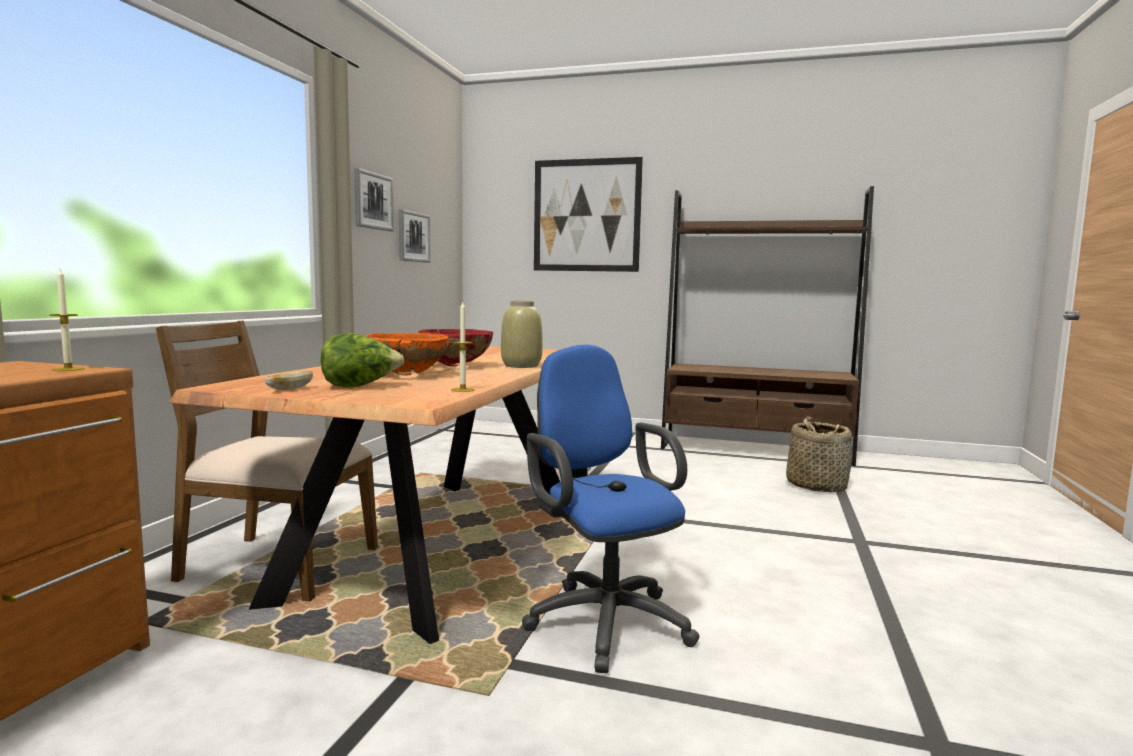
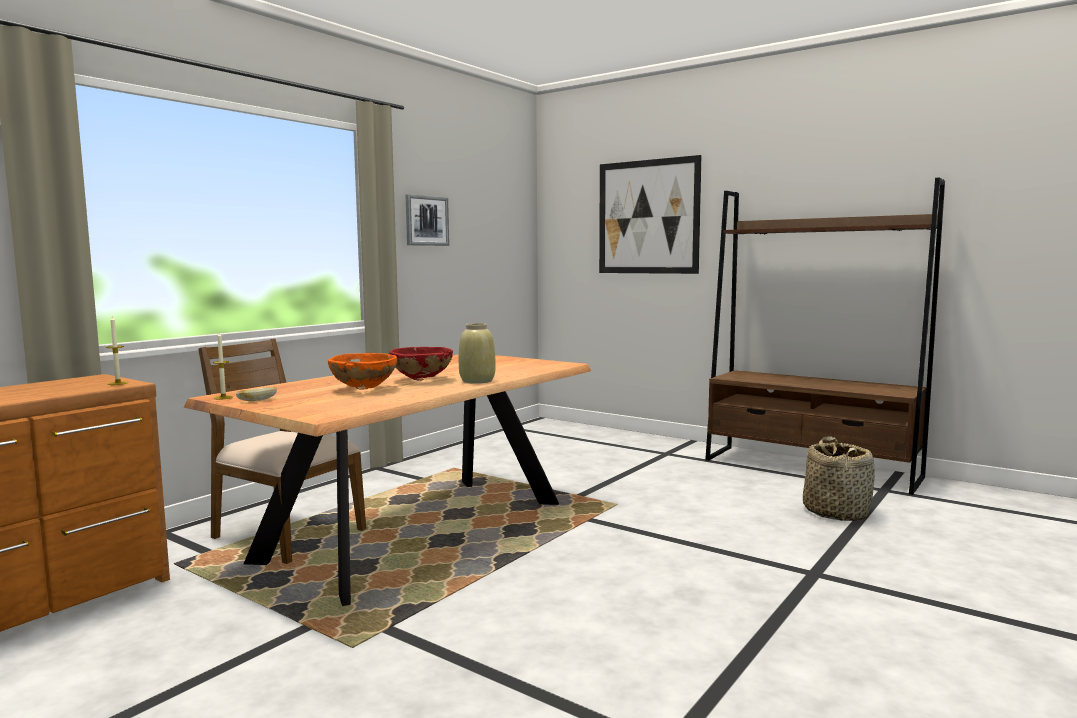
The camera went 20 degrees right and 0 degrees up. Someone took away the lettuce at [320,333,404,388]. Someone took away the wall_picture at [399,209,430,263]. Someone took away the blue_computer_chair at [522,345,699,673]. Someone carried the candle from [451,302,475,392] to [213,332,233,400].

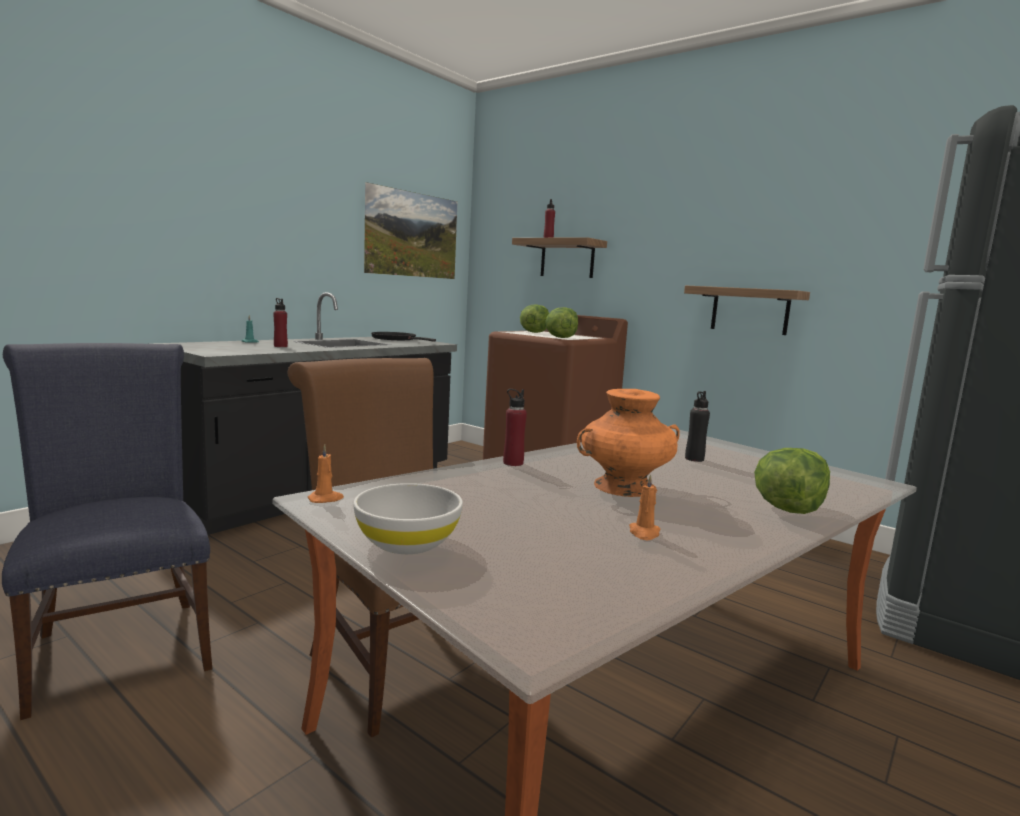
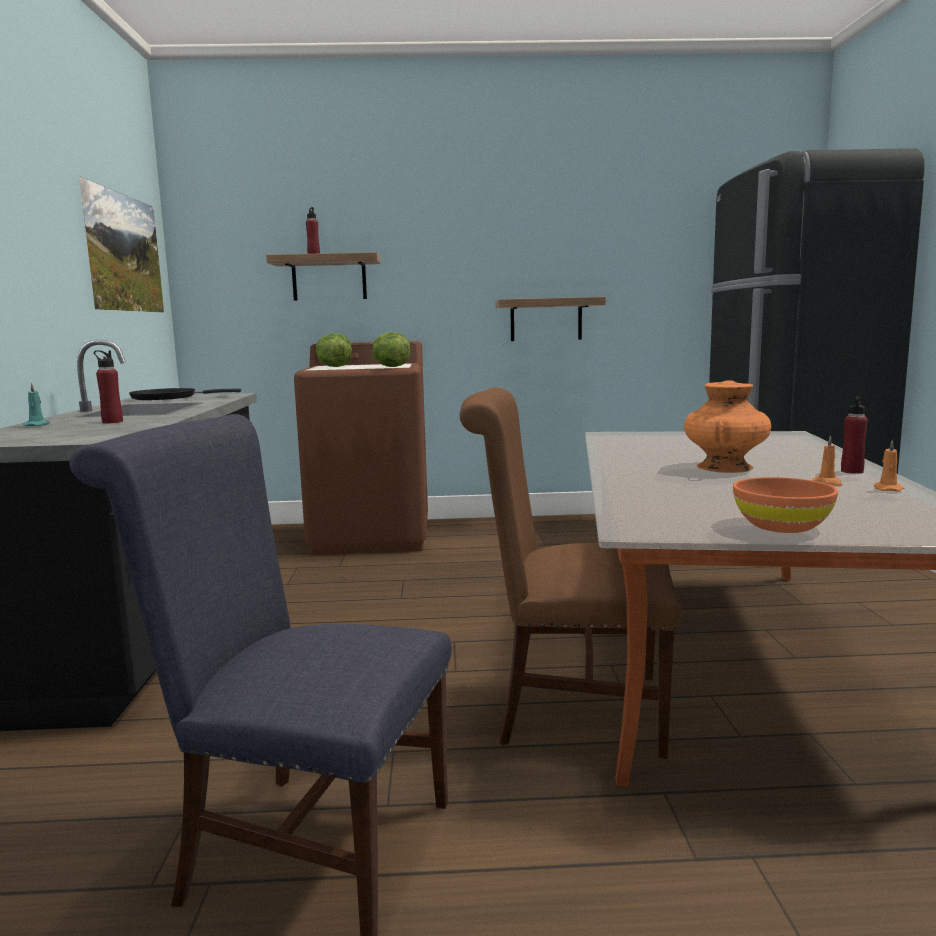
The camera went 40 degrees left and 0 degrees up. Someone took away the blackish_bottle at [685,391,710,462]. Someone took away the lettuce at [754,448,830,514]. Someone carried the orange_candle from [308,444,344,503] to [874,440,904,491]. Someone carried the reddish_bottle from [503,389,527,466] to [841,396,868,474]. Someone repainted the white_bowl at [353,483,463,554], which became the orange_bowl at [733,477,838,533].

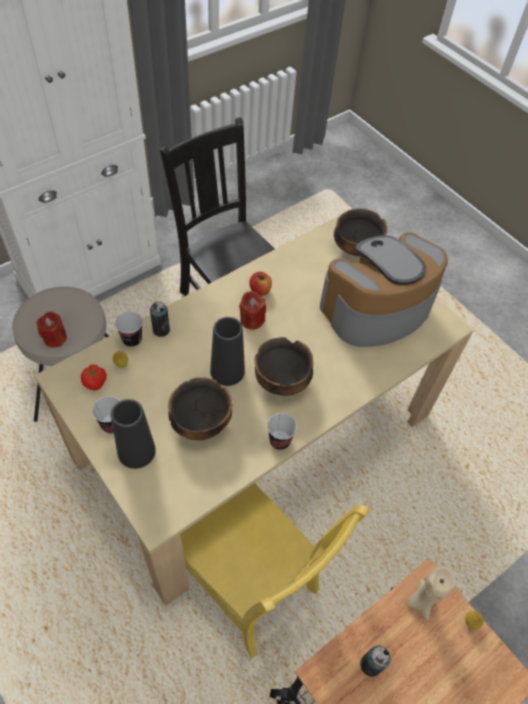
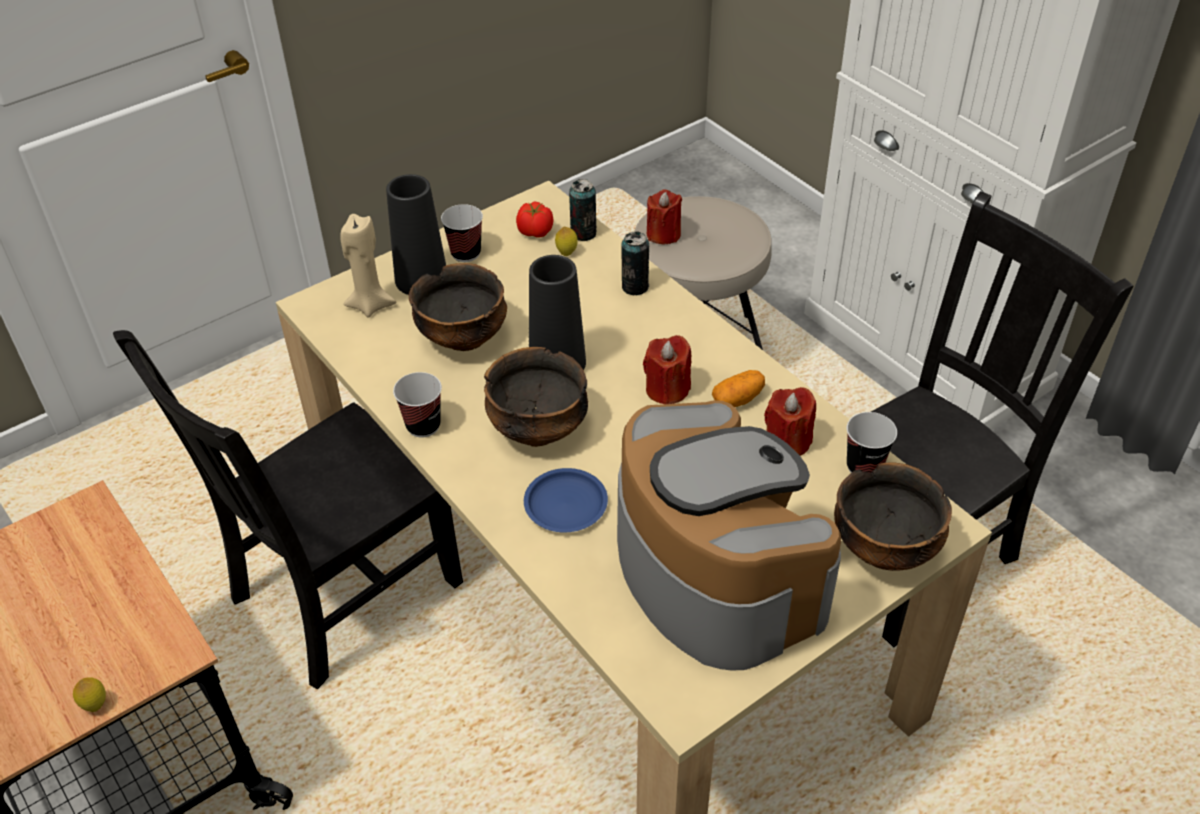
The camera went 95 degrees right and 10 degrees down. Someone put down the blue_flat_dish at [524,468,608,532]. Someone put down the reddish_candle at [764,387,816,456]. Someone carried the small_cup from [115,312,143,347] to [847,412,897,473]. Someone carried the sealed_can from [360,646,391,677] to [569,179,596,241]. Someone carried the sand-coloured_candle from [407,567,455,620] to [340,214,397,318]. Someone swapped the apple_fruit at [249,271,272,296] for the potato at [712,370,765,407]. Someone repainted the yellowish_chair at [181,483,369,659], which became the blackish_chair at [113,330,463,689].

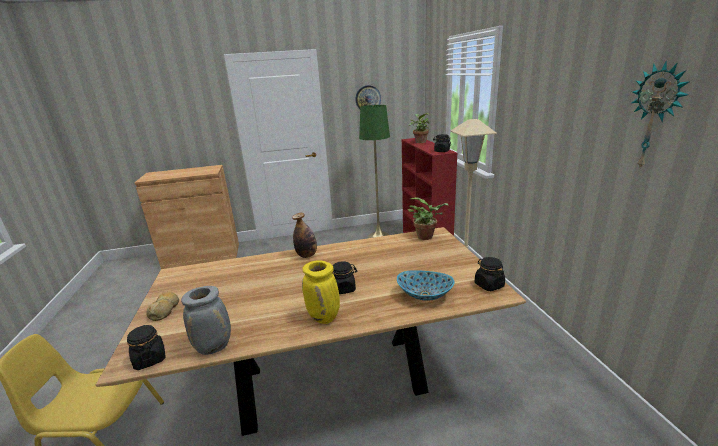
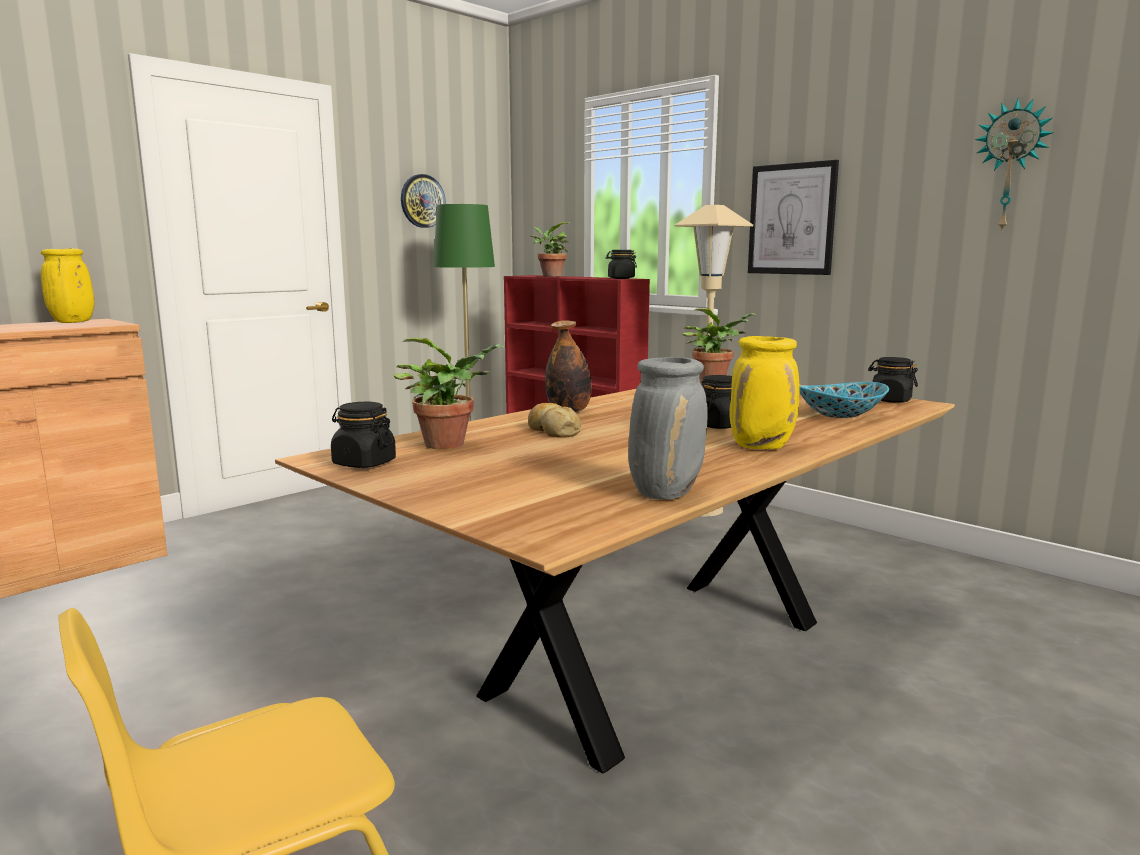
The camera went 35 degrees left and 10 degrees down. Someone put down the yellowish_decorative_vase at [41,248,94,323]. Someone put down the plant_in_a_pot at [393,338,504,450]. Someone put up the wall_picture at [748,160,839,275]. Someone carried the blackish_jar from [127,325,166,370] to [331,402,396,468]. Someone carried the bakery_bread from [146,292,179,321] to [528,403,581,438].

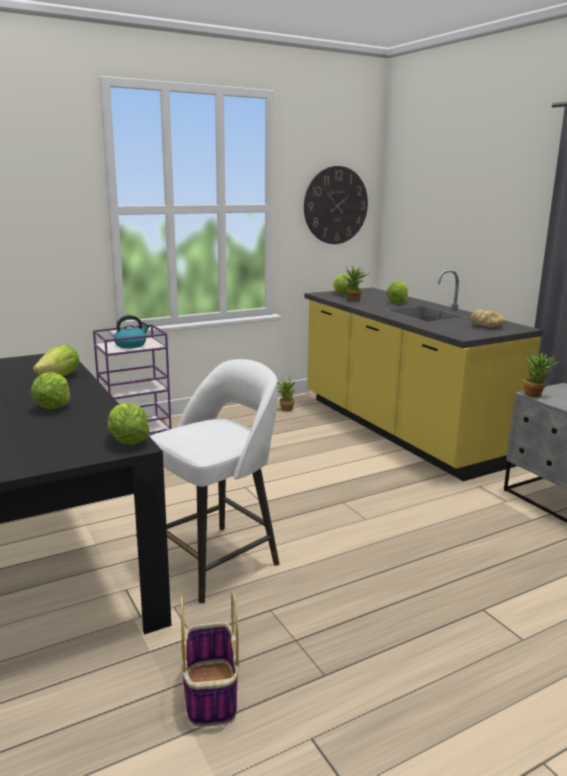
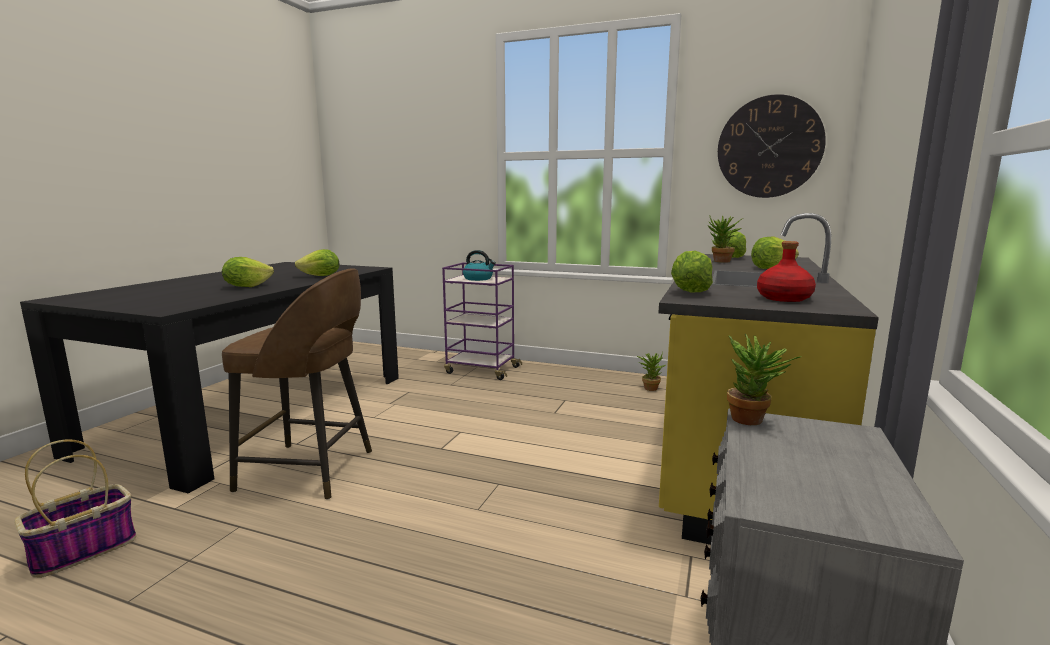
The camera went 50 degrees right and 5 degrees down. Someone carried the lettuce from [108,403,150,445] to [671,251,713,293]. Someone swapped the bakery_bread at [471,310,504,327] for the reddish_bottle at [757,241,816,302]. Someone repainted the white_sitting_stool at [150,359,279,604], which became the brownish_sitting_stool at [222,268,372,500].

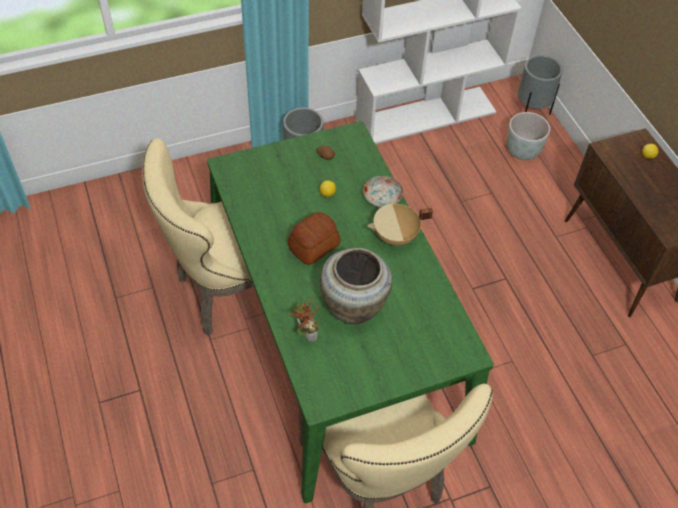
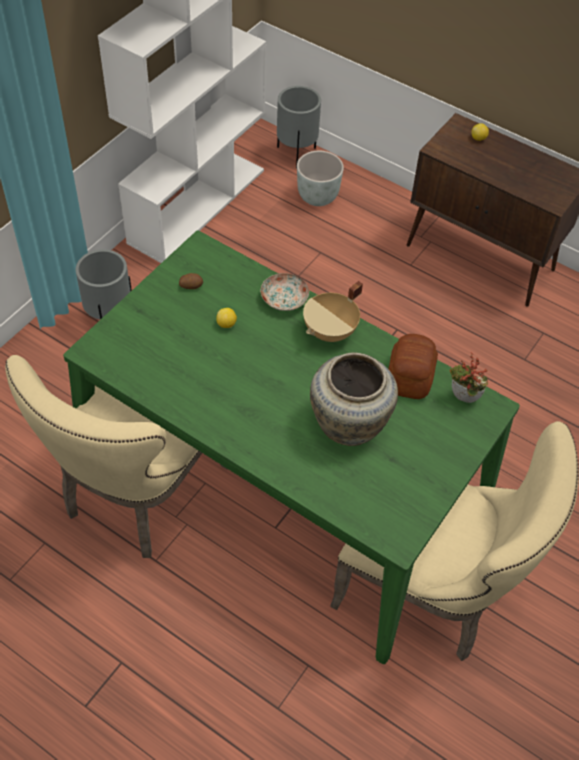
The camera went 35 degrees left and 0 degrees up. Someone carried the bakery_bread from [288,212,341,265] to [388,334,438,399]. Someone carried the plant_in_a_pot from [290,299,319,342] to [449,352,489,403].

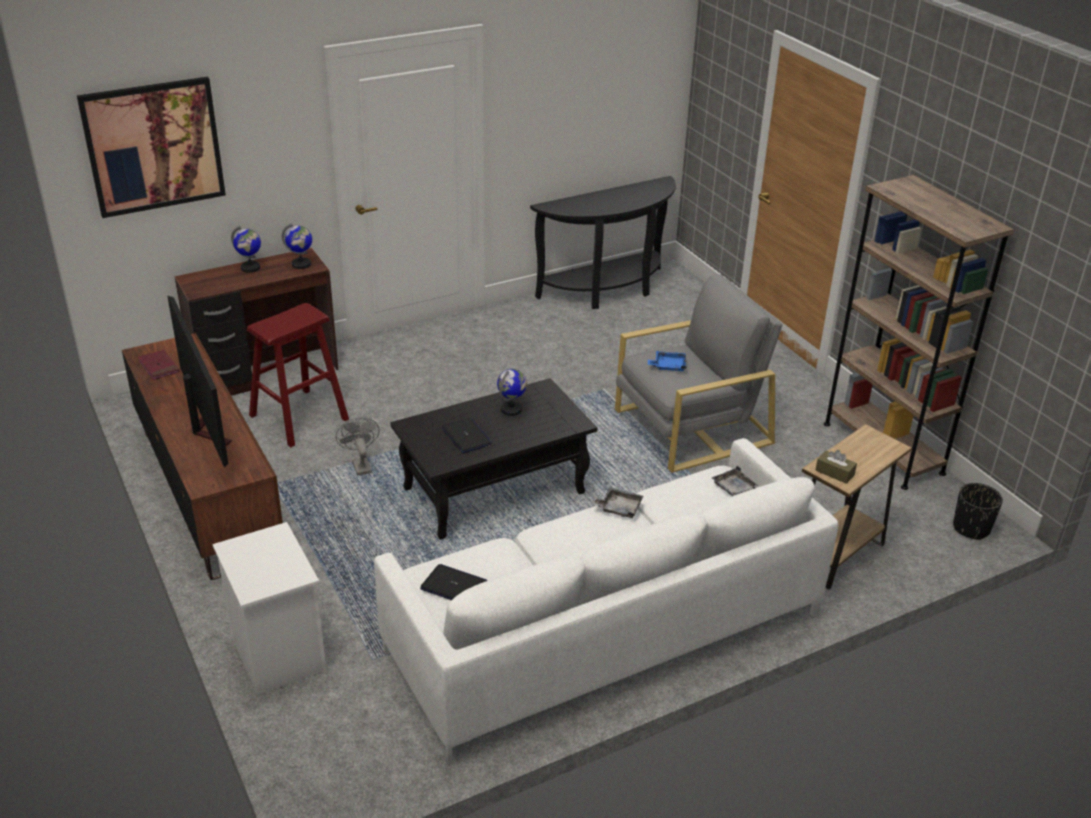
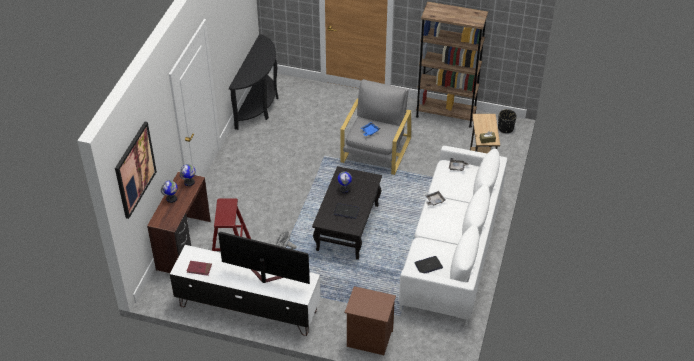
The camera went 45 degrees left and 10 degrees up. Someone repainted the brownish_tv_stand at [122,333,283,580], which became the white_tv_stand at [170,245,321,336]. Someone repainted the white_night_table at [213,522,327,695], which became the brownish_night_table at [345,286,396,355].

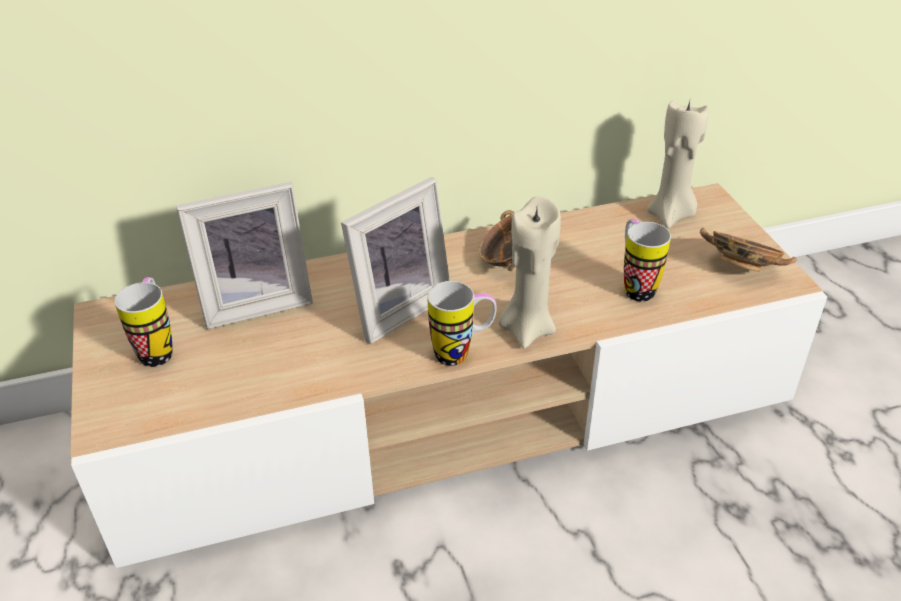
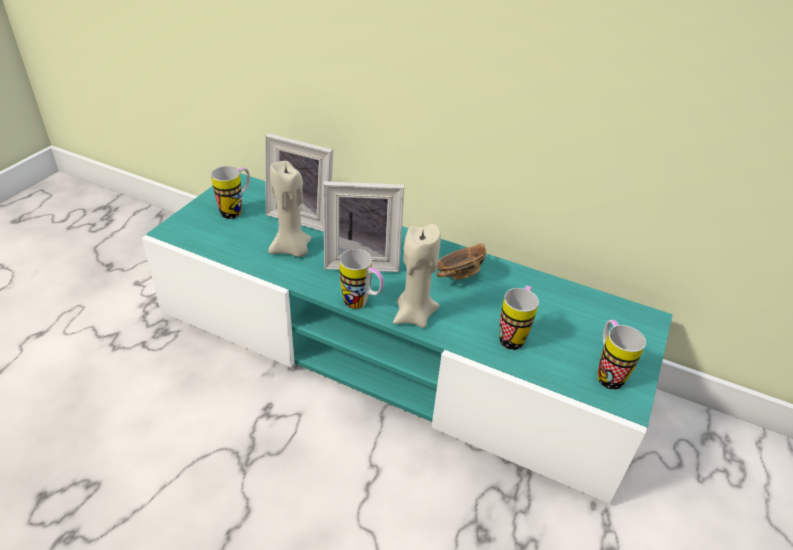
The camera went 40 degrees right and 0 degrees up. Someone carried the sand-coloured_candle from [647,101,709,229] to [269,161,311,257]. Someone swapped the bowl at [700,228,797,272] for the coffee_mug at [598,320,646,390]. Someone repainted the sand-coloured_tv_stand at [70,183,827,568], which became the turquoise_tv_stand at [142,173,673,504].

